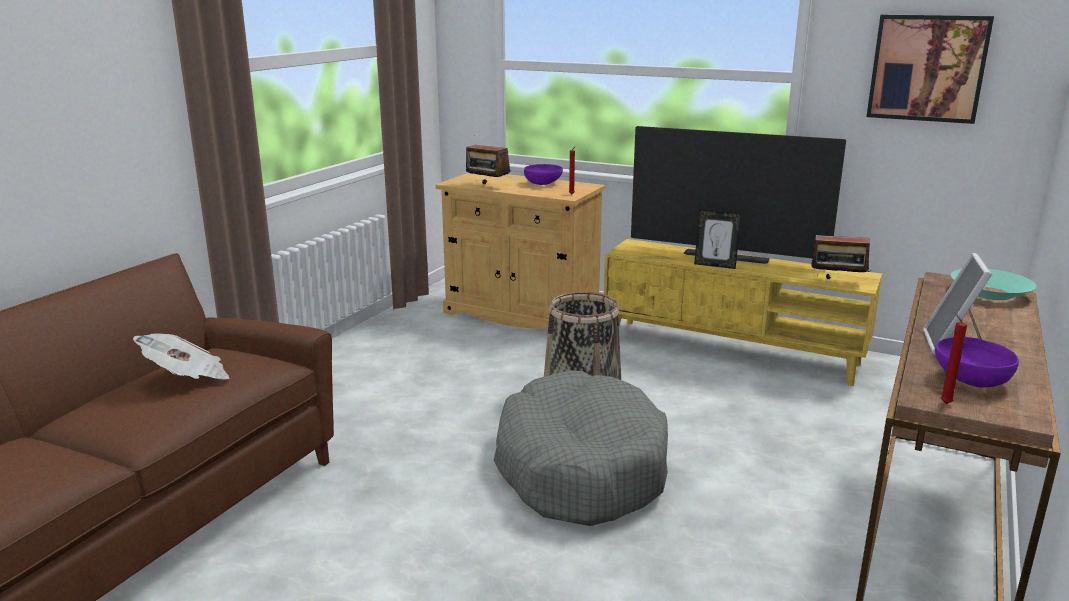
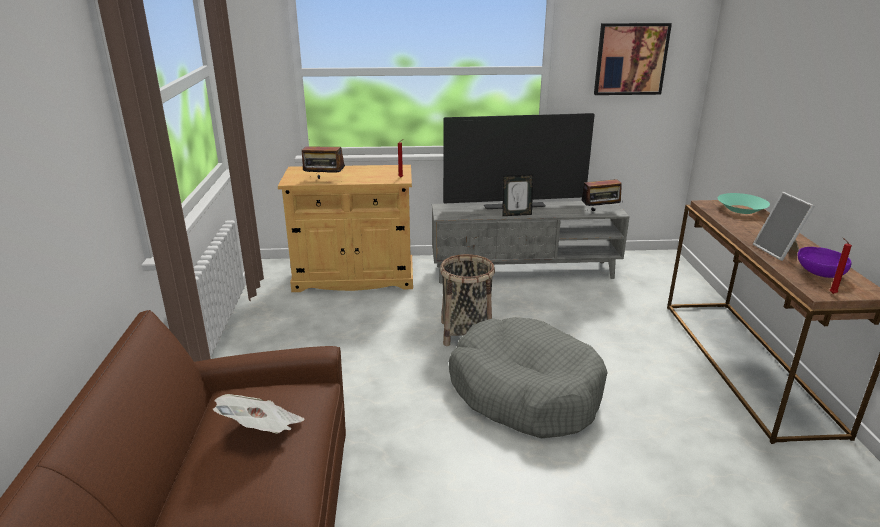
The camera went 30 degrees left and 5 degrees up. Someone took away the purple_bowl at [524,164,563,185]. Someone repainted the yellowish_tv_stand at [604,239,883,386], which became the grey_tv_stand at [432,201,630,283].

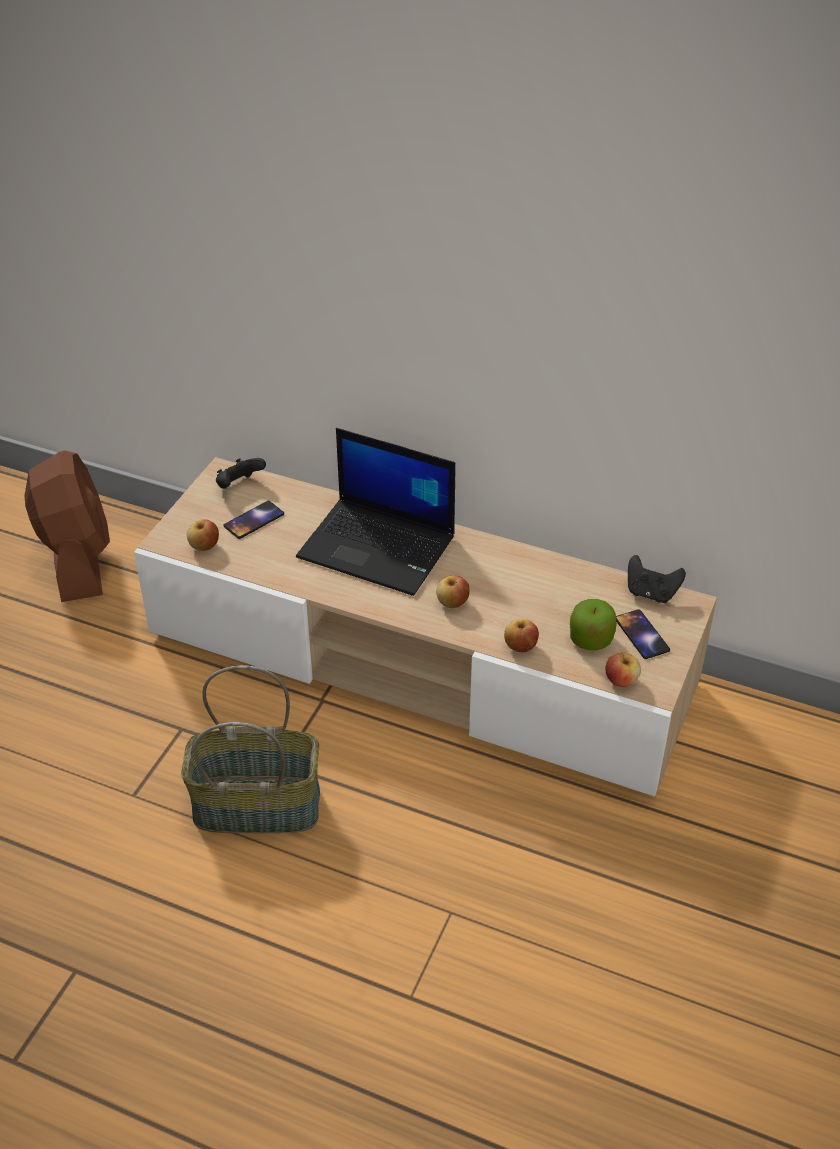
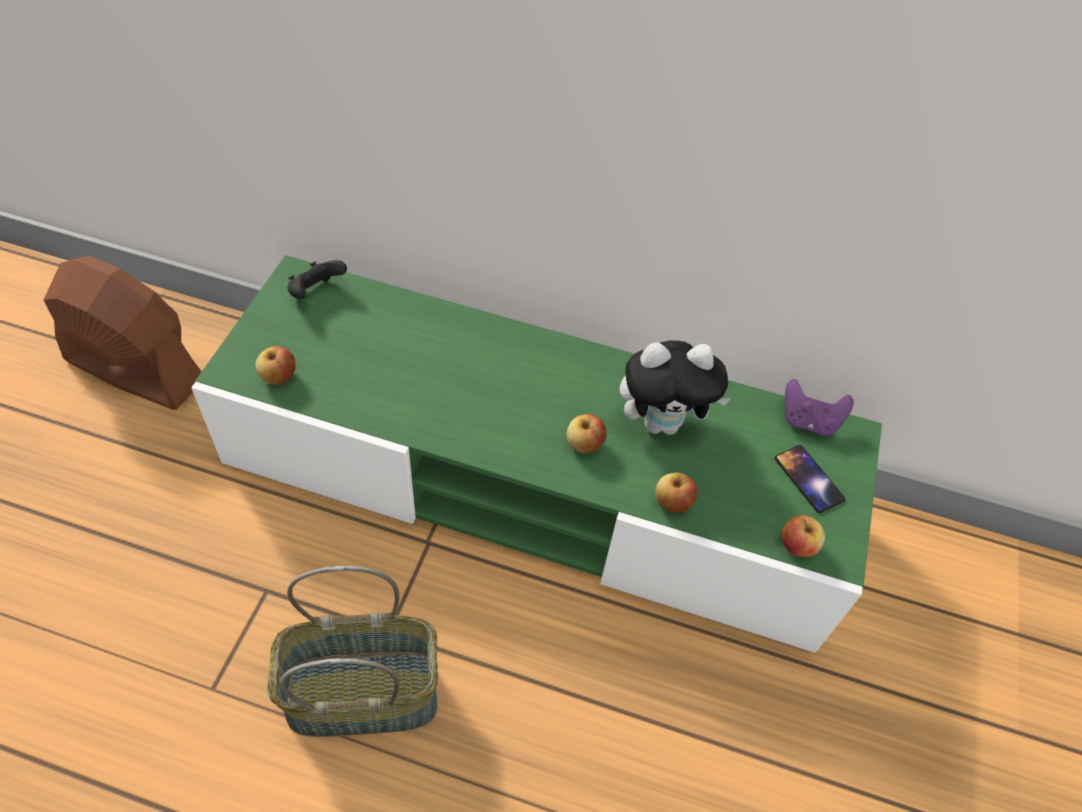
The camera went 10 degrees left and 10 degrees up. Someone took away the phone at [223,501,284,539]. Someone took away the portable_computer at [296,428,455,596]. Someone took away the apple_fruit at [570,599,617,651]. Someone put down the soft_toy at [619,340,732,435]. Someone repainted the sand-coloured_tv_stand at [134,457,717,796], which became the green-coloured_tv_stand at [191,255,882,653]. Someone repainted the blackish_joypad at [628,555,686,603], which became the purple_joypad at [785,379,854,436]. Someone rotated the brownish_fan at [24,450,110,602] by 45 degrees counterclockwise.

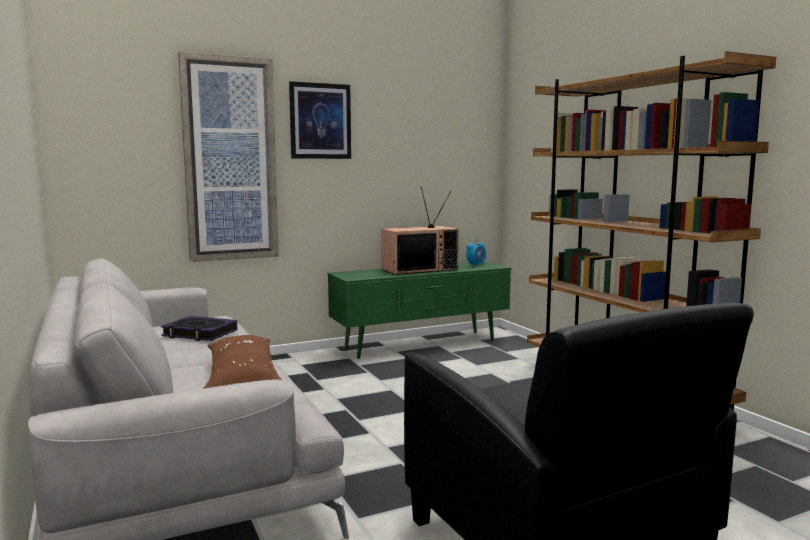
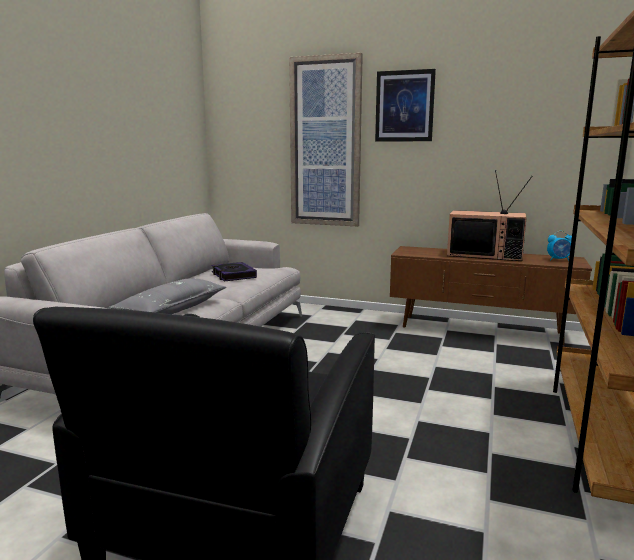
The camera went 45 degrees right and 5 degrees up. Someone repainted the brownish_throw_pillow at [203,335,282,389], which became the grey_throw_pillow at [109,278,226,314]. Someone repainted the green-coloured_tv_stand at [327,261,511,359], which became the brownish_tv_stand at [390,246,592,345].

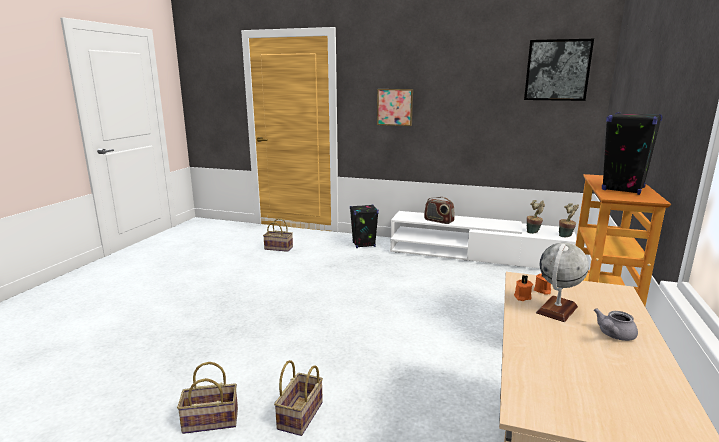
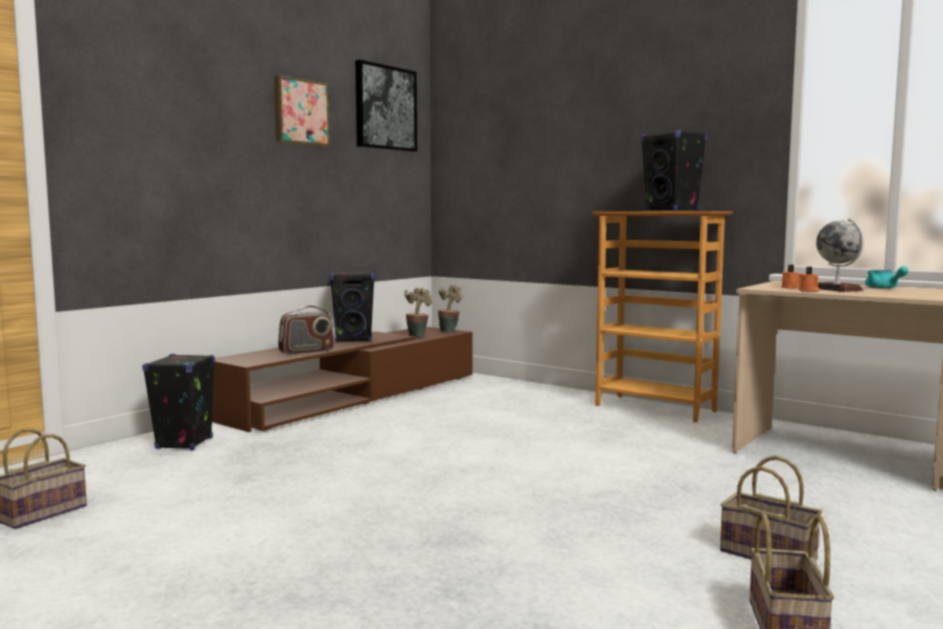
The camera went 70 degrees left and 10 degrees down. Someone put down the blackish_audio_speaker at [330,271,375,342]. Someone carried the wall_picture from [377,89,413,126] to [274,75,330,146]. Someone repainted the white_tv_stand at [390,211,577,269], which became the brownish_tv_stand at [212,327,472,432]. Someone repainted the grey_tea_pot at [594,308,638,341], which became the turquoise_tea_pot at [865,266,909,289].

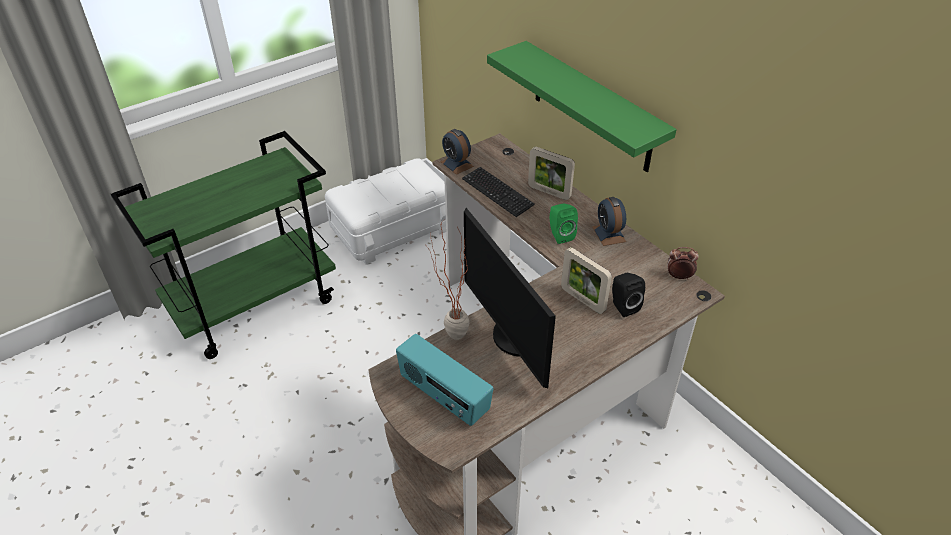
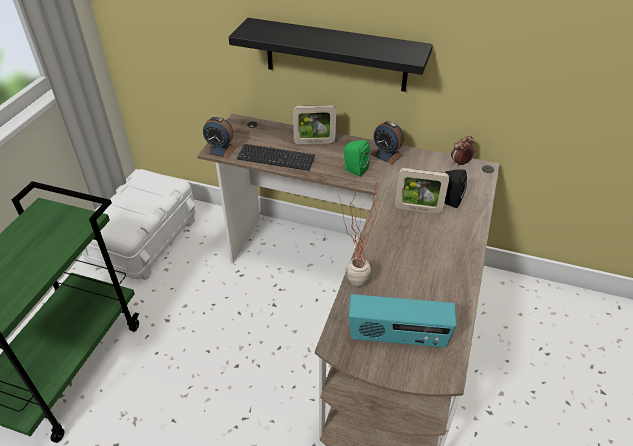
The camera went 35 degrees left and 0 degrees up. Someone took away the monitor at [464,208,556,388]. Someone repainted the green-coloured_bracket_shelf at [487,41,677,172], which became the blackish_bracket_shelf at [229,18,433,92].

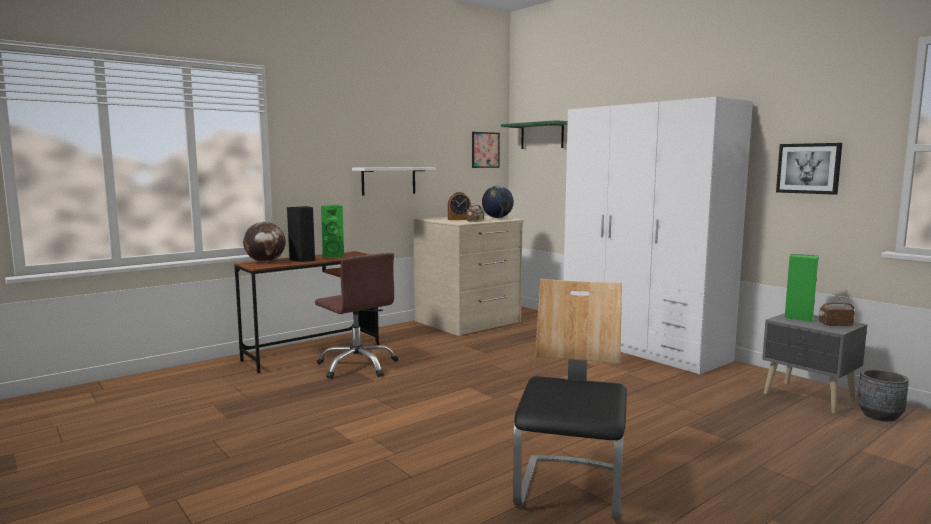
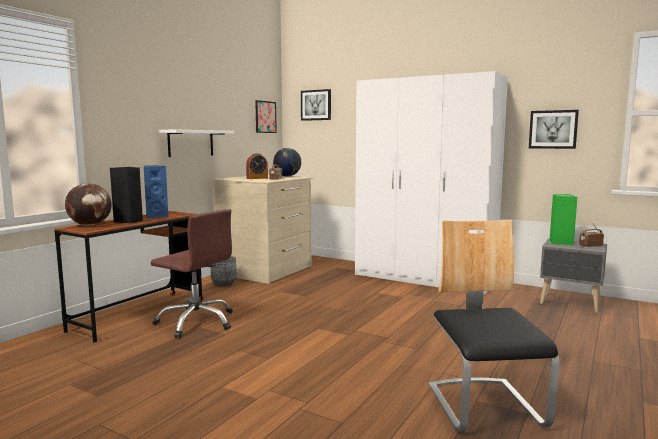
The camera went 20 degrees left and 0 degrees up. Someone carried the grey_plant_pot from [857,369,909,422] to [211,256,237,287]. Someone swapped the green-coloured_bracket_shelf at [501,120,568,149] for the wall_picture at [301,89,331,121]. Someone repainted the green-coloured_audio_speaker at [321,205,344,258], which became the blue_audio_speaker at [144,165,168,218].

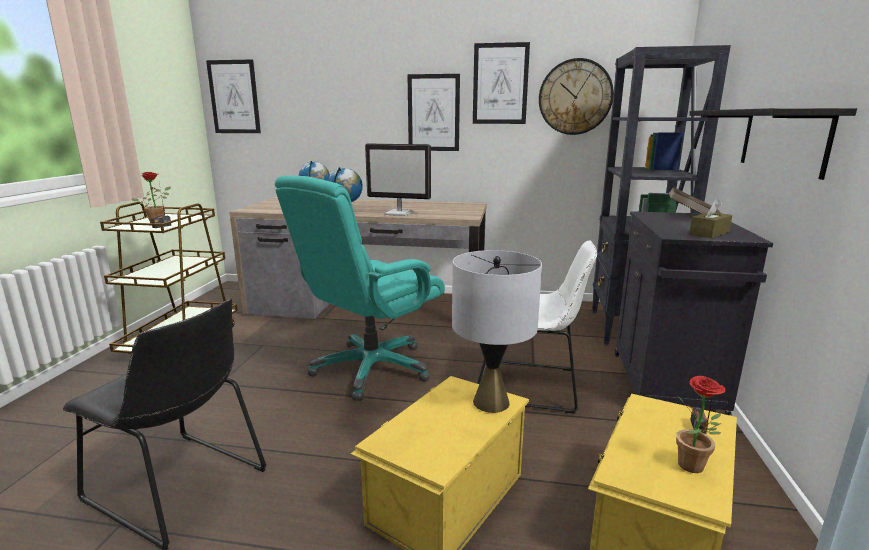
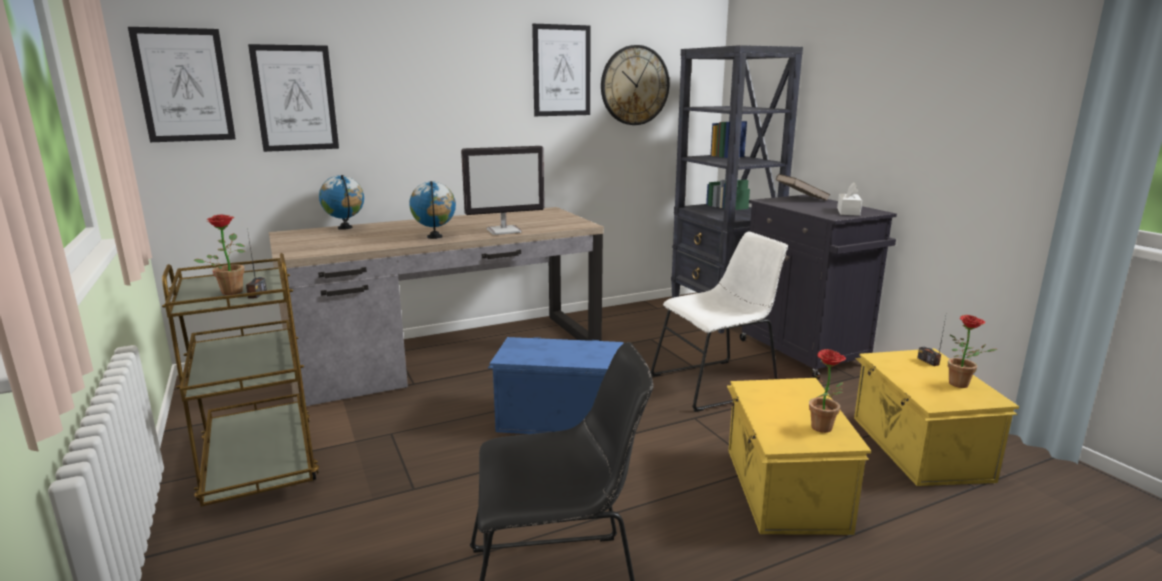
The camera went 35 degrees left and 0 degrees up. Someone took away the grey_tabletop_lamp at [452,250,542,413]. Someone took away the blackish_bracket_shelf at [689,108,857,180]. Someone put down the plant_in_a_pot at [809,349,846,433]. Someone carried the wall_picture from [407,74,460,151] to [248,44,339,152]. Someone swapped the turquoise_computer_chair at [275,176,445,401] for the blue_storage_box at [488,337,624,434]. Someone repainted the brownish_tissue_holder at [689,199,732,239], which became the white_tissue_holder at [837,182,862,216].

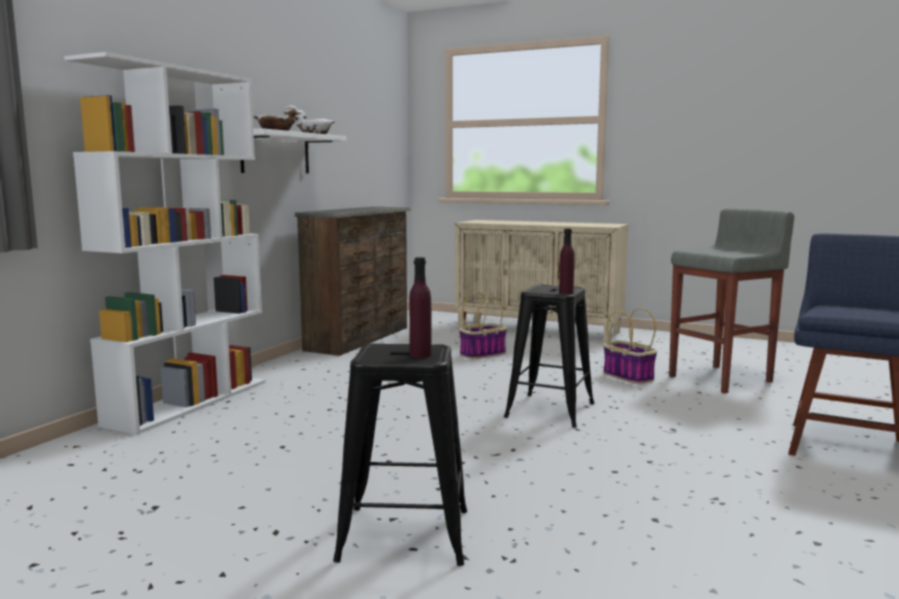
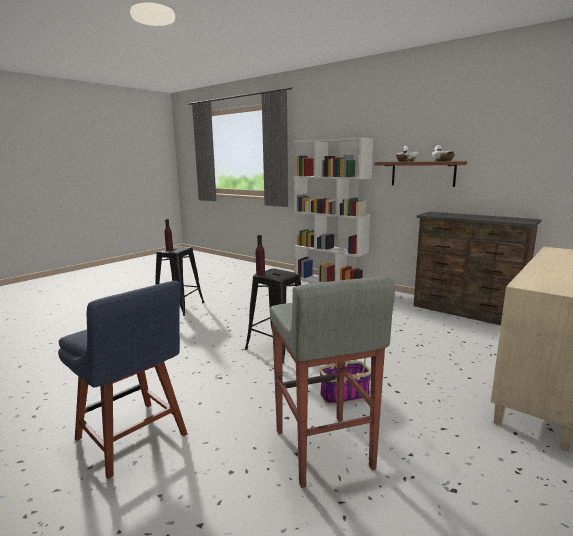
The camera went 105 degrees right and 5 degrees up. Someone took away the household_basket at [459,292,507,359]. Someone repainted the white_bracket_shelf at [240,128,346,173], which became the brownish_bracket_shelf at [374,161,467,187].

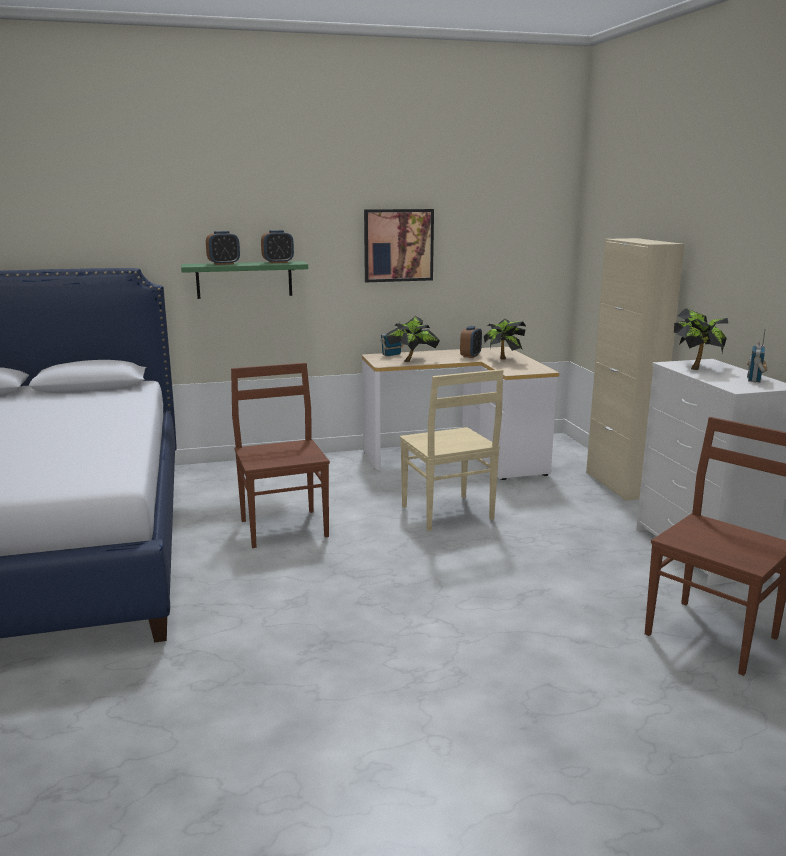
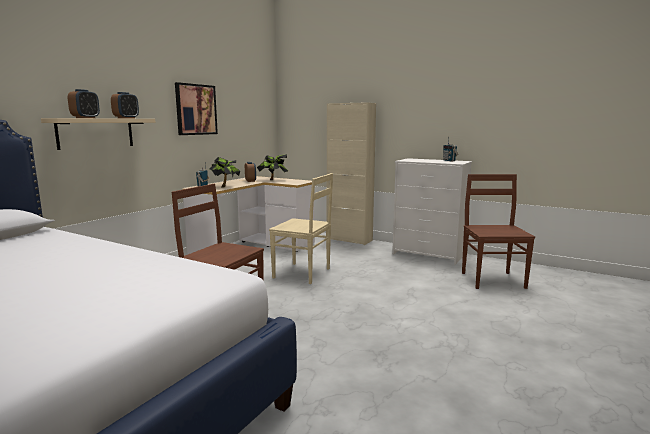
The camera went 45 degrees left and 5 degrees down. Someone took away the plant_in_a_pot at [674,308,728,370]. Someone repainted the green-coloured_bracket_shelf at [181,261,308,299], which became the sand-coloured_bracket_shelf at [41,118,156,150].

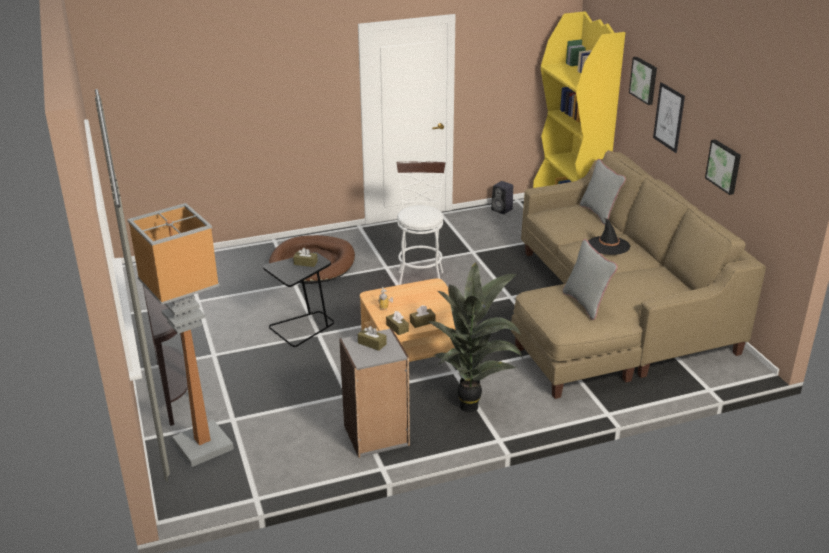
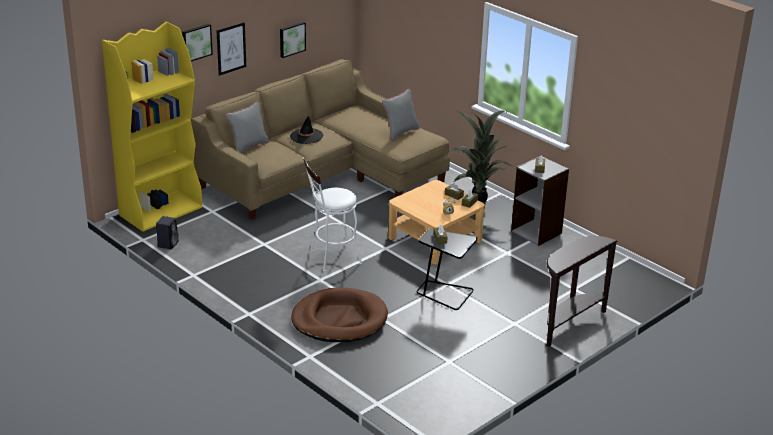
The camera went 115 degrees left and 0 degrees up. Someone took away the standard_lamp at [127,203,234,467].

